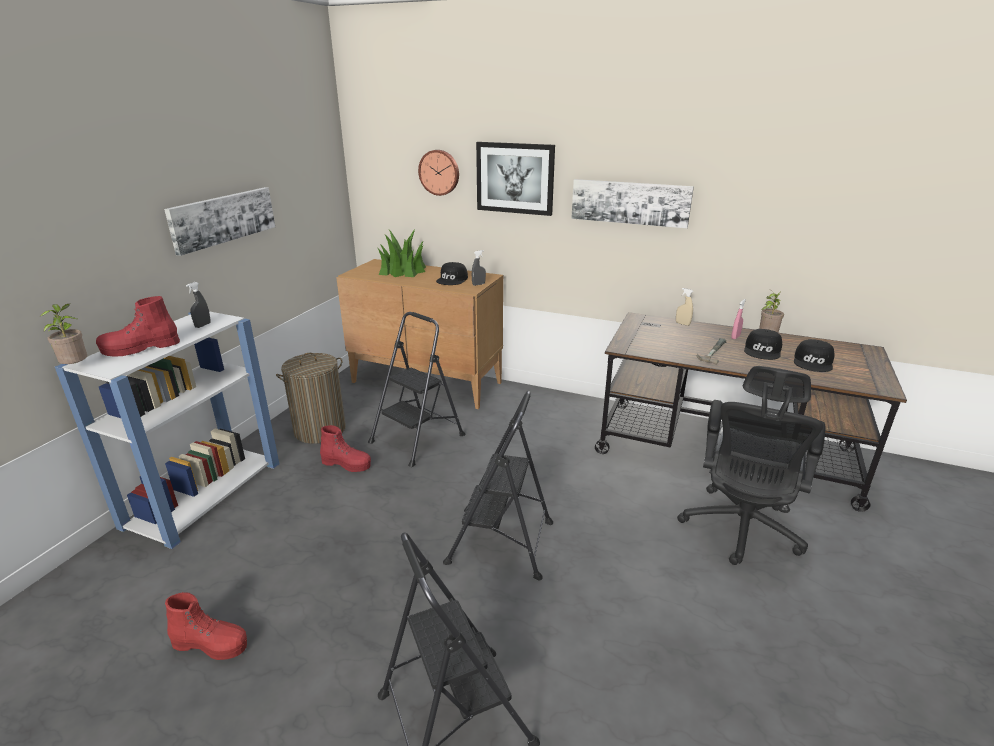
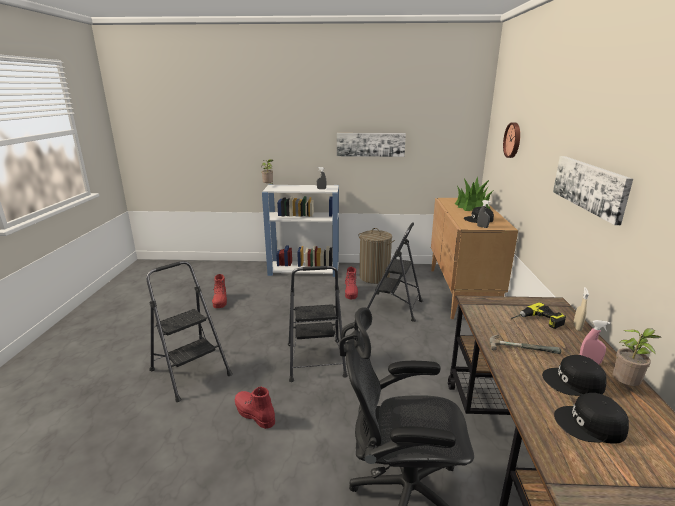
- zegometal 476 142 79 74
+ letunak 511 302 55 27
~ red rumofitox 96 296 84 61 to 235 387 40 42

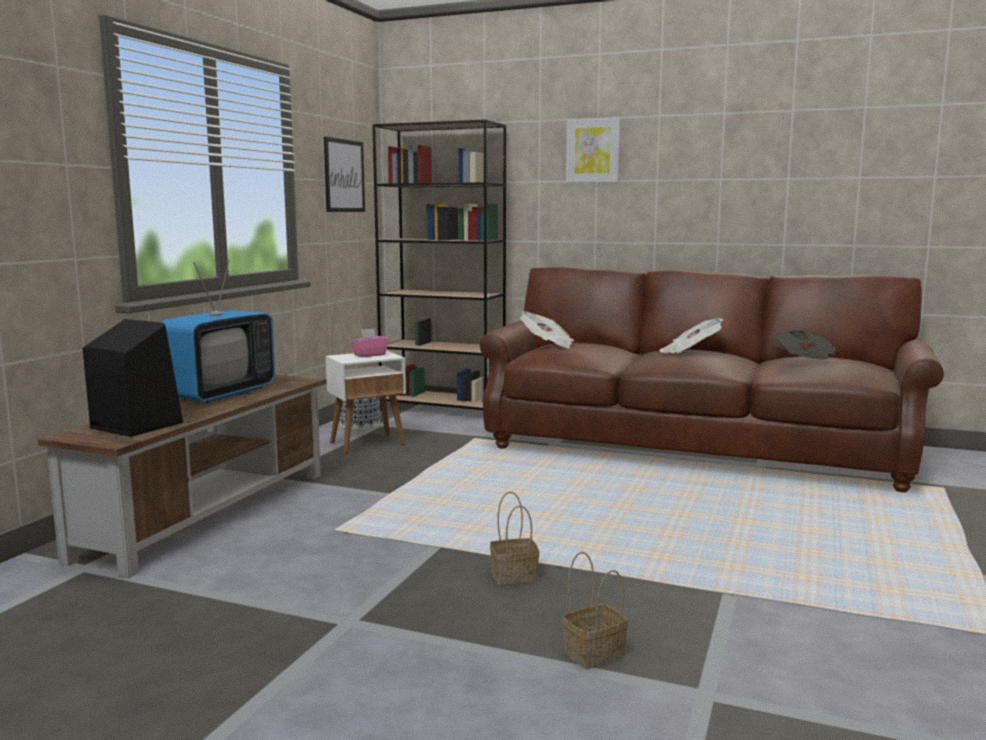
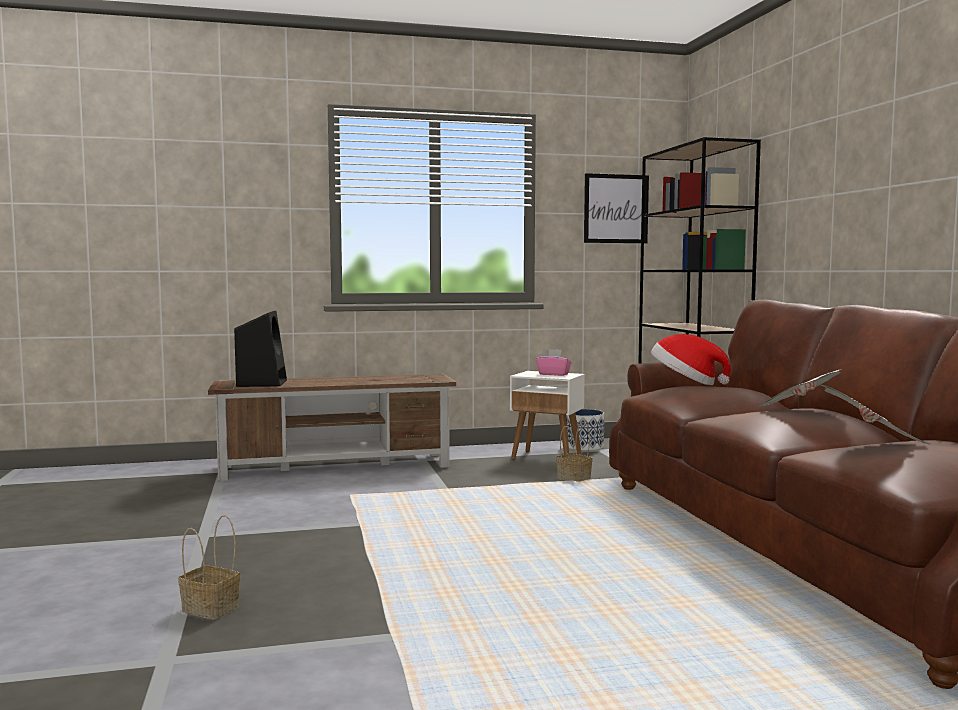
- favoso 161 260 114 143
- zegometal 566 117 55 66
~ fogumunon 490 491 49 94 to 556 422 36 60
~ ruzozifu 520 311 54 37 to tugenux 651 334 80 52

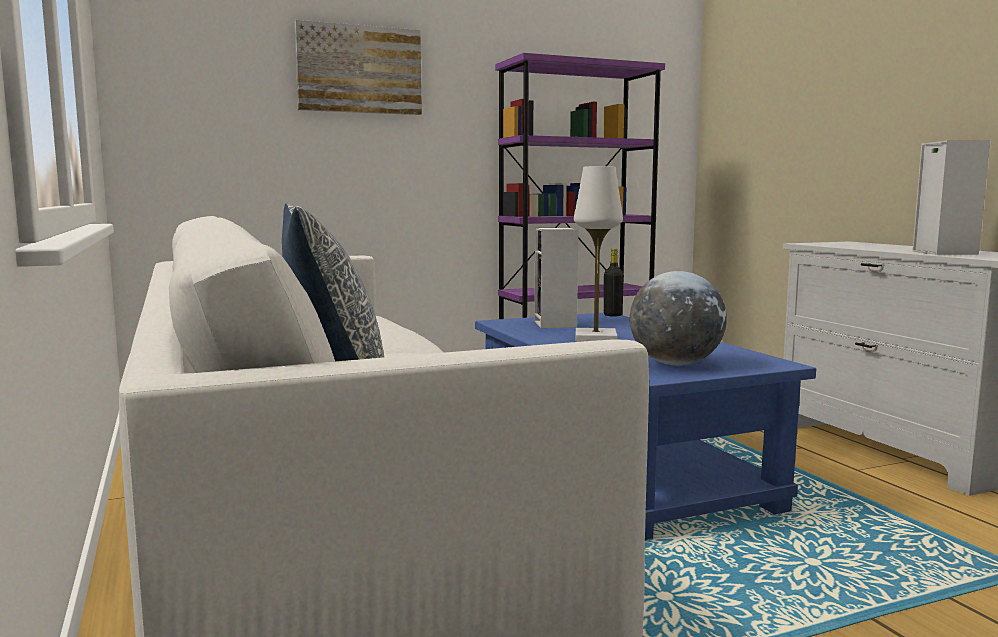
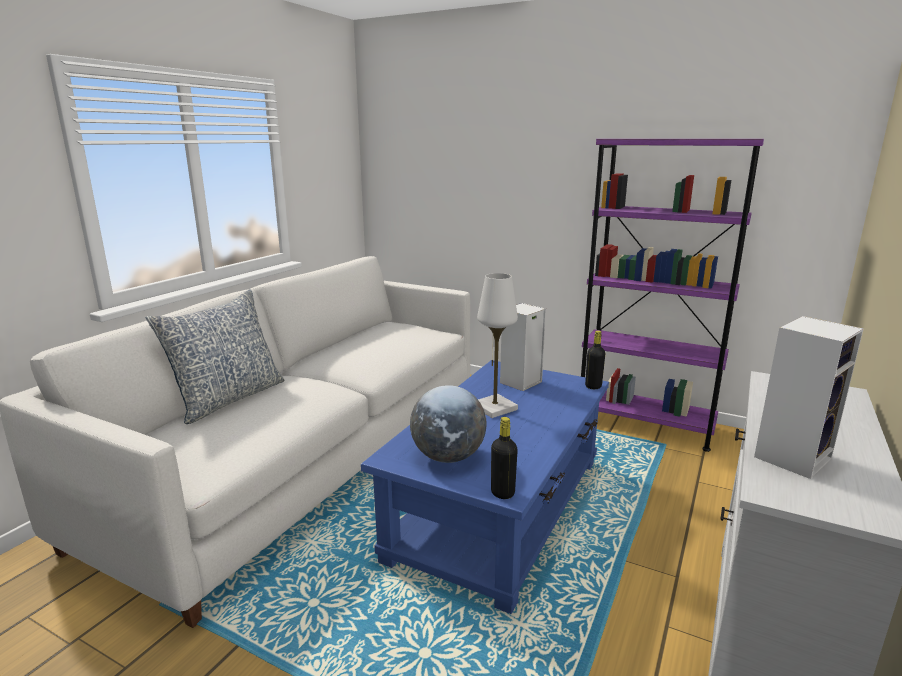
- zegometal 295 20 127 95
+ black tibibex 491 417 27 82

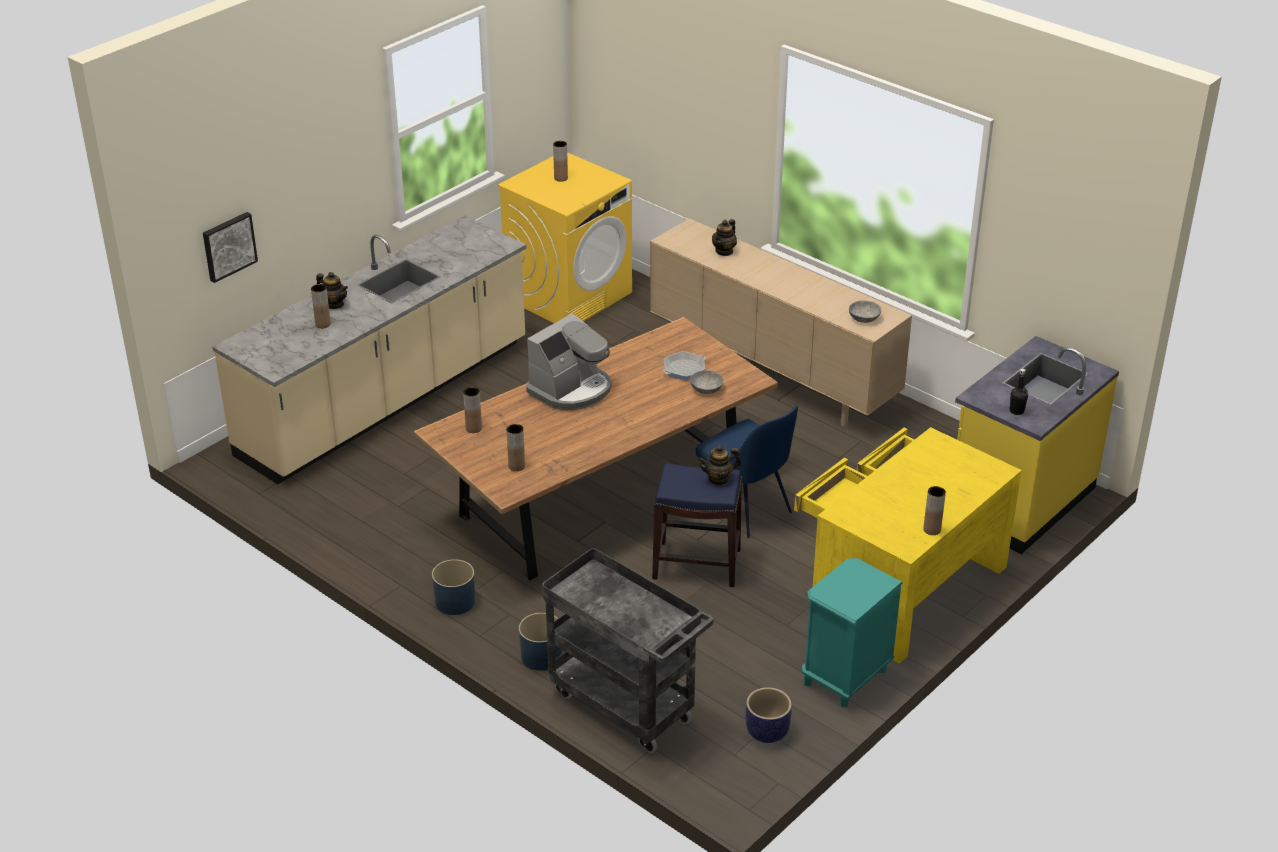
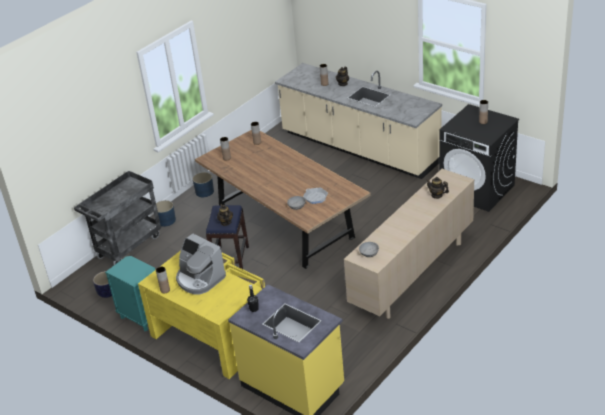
- zegometal 203 212 55 71
- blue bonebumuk 696 405 102 133
~ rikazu 526 313 86 97 to 176 234 50 60
~ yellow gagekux 498 152 134 171 to black gagekux 439 104 80 108

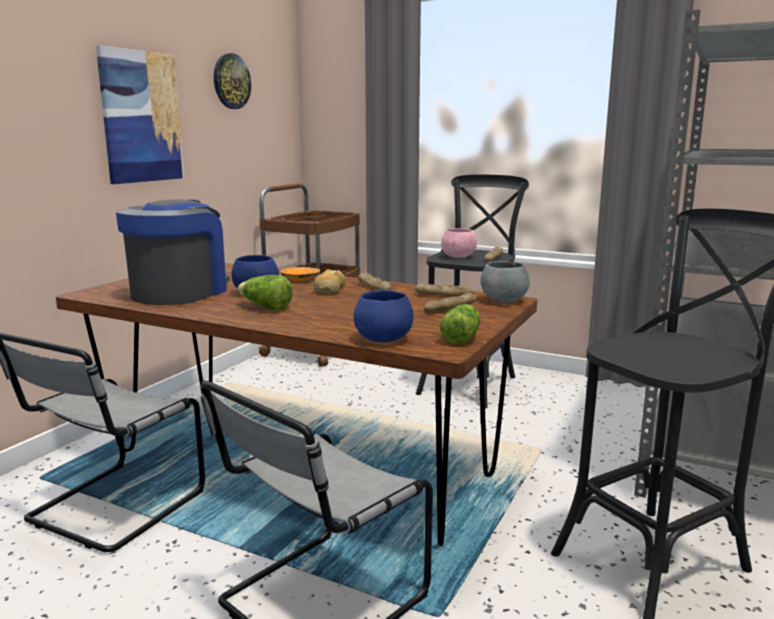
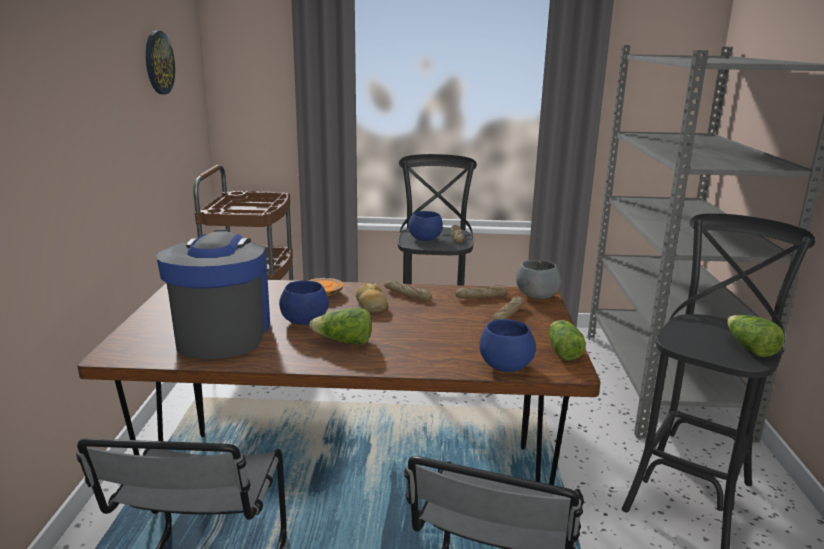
- zegometal 96 45 88 139
+ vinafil 727 315 58 42
~ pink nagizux 441 228 36 30 to blue nagizux 408 211 35 30

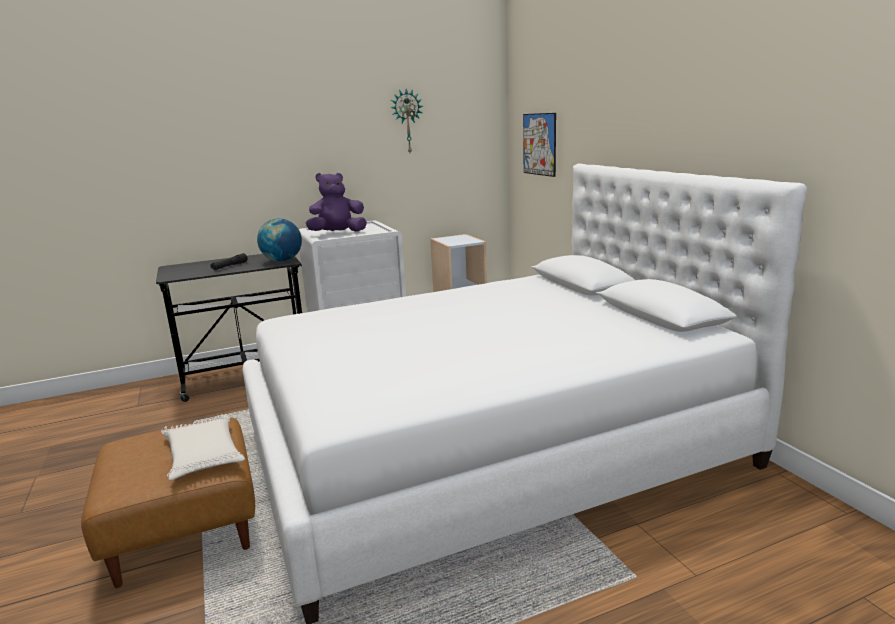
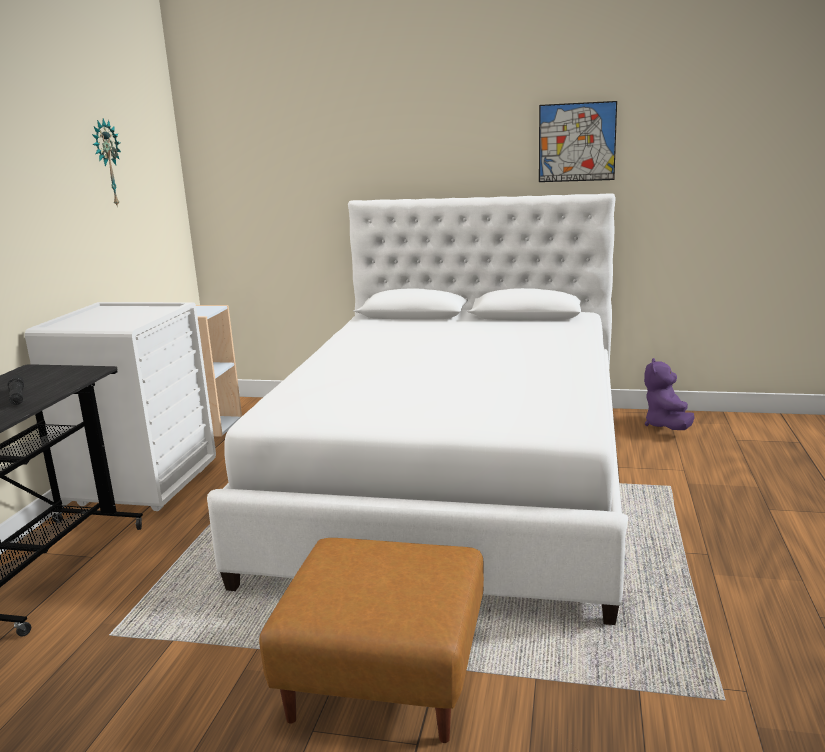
- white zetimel 161 414 84 67
- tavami 257 218 45 44
~ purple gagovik 306 173 61 59 to 644 358 50 72
~ zegometal 523 113 33 64 to 539 101 78 81

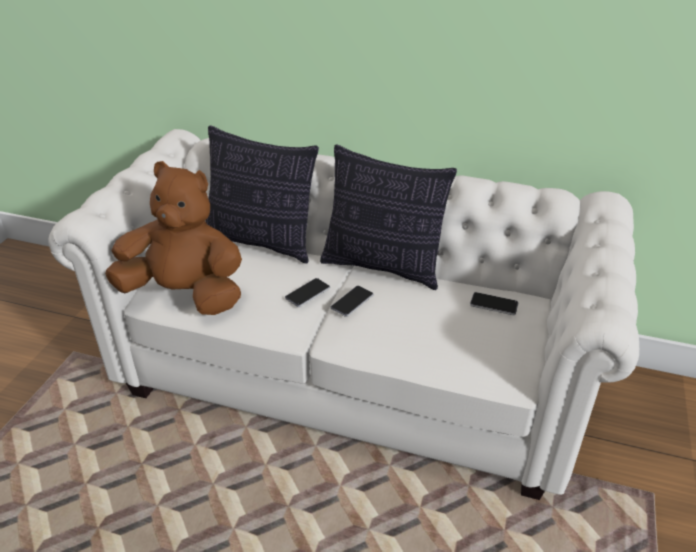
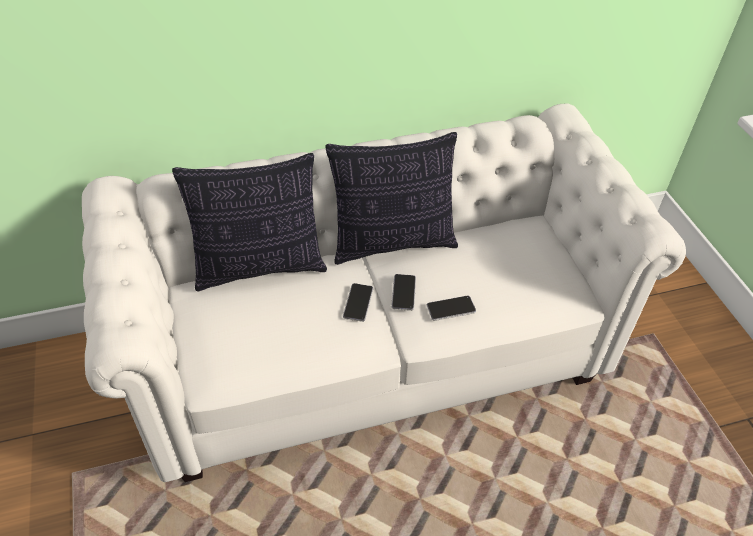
- brown gagovik 105 161 137 154
~ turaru 470 292 48 23 to 426 296 50 25

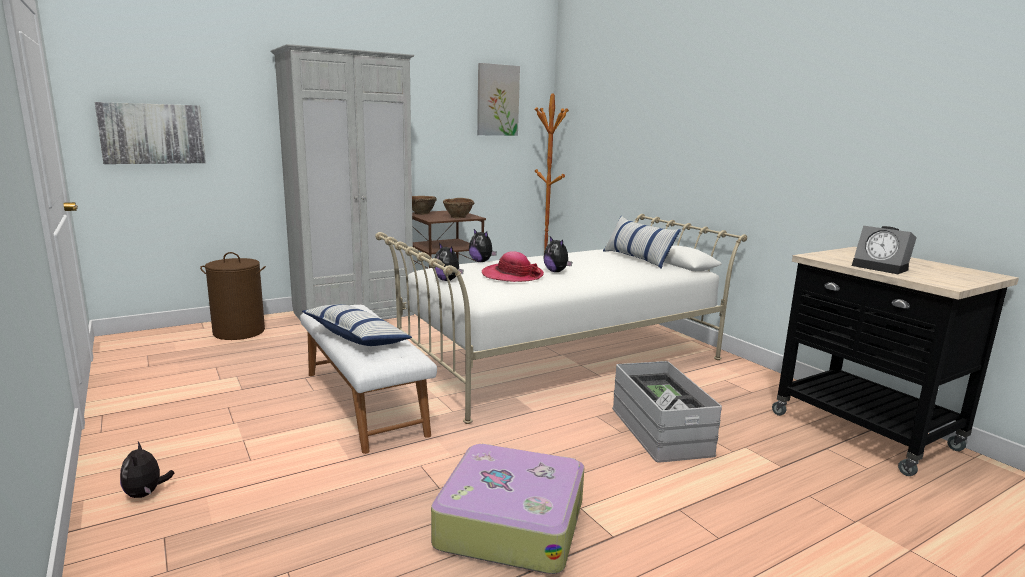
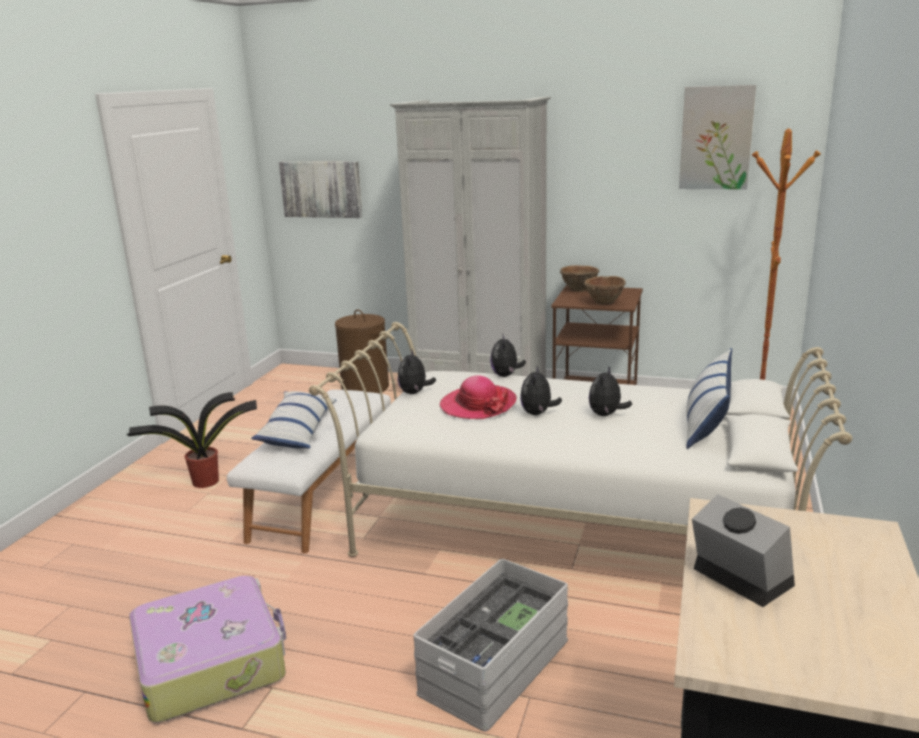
+ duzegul 127 392 130 96
~ gagovik 120 441 54 57 to 589 367 43 49
~ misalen 852 226 65 48 = 692 494 103 113 135 degrees clockwise

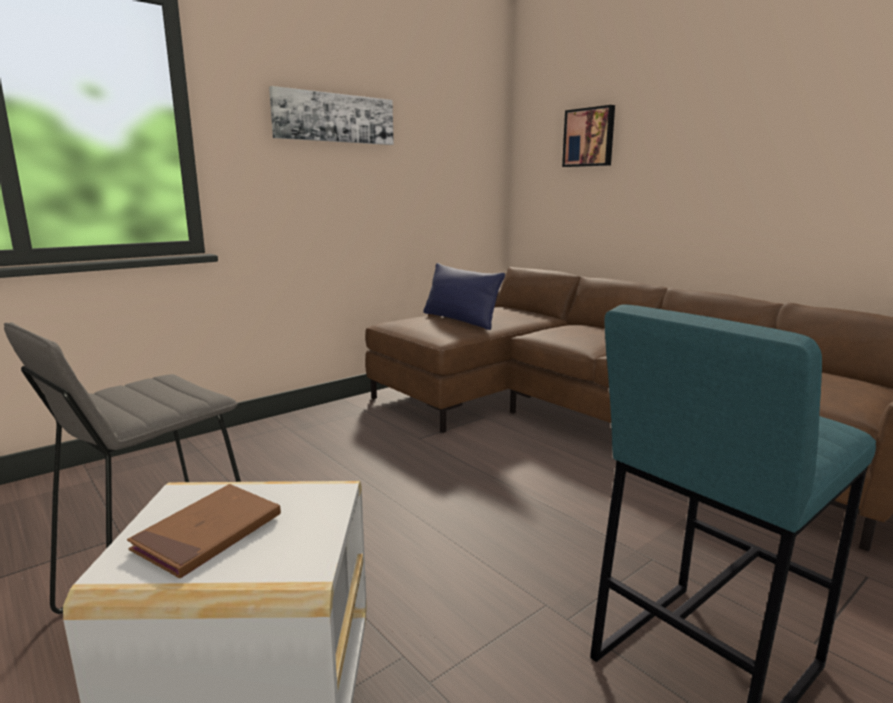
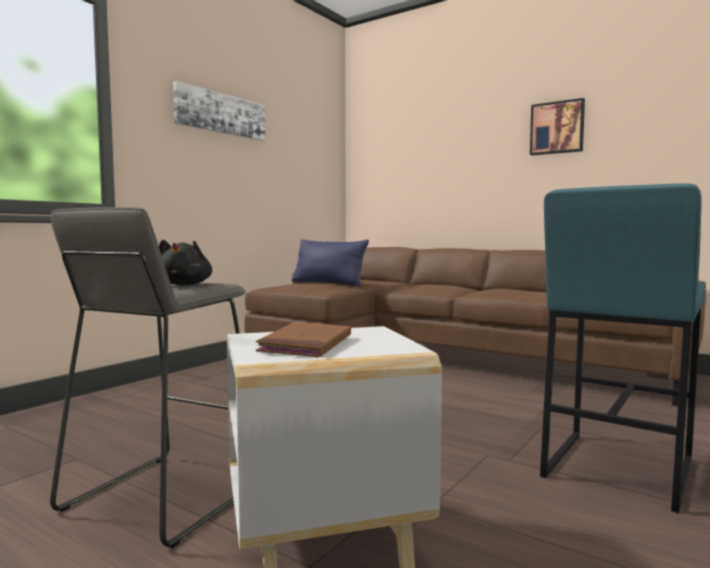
+ black gagovik 159 240 53 46
~ zegometal 562 105 53 62 to 530 98 55 57

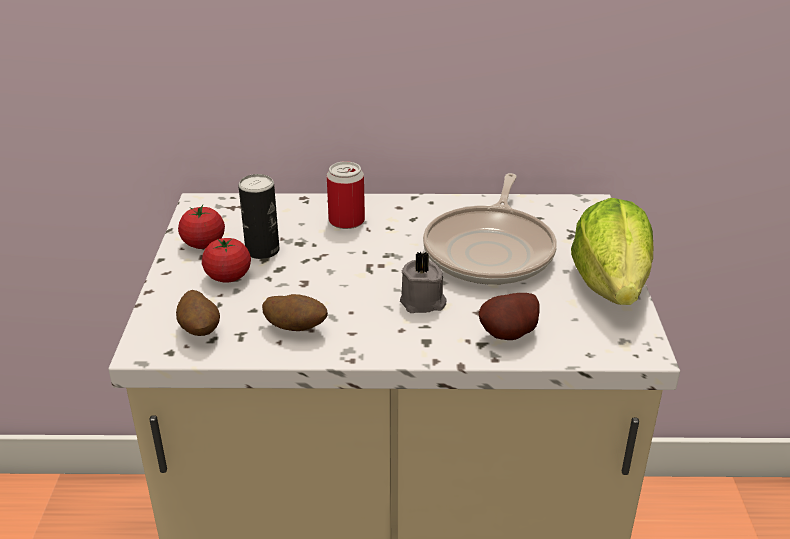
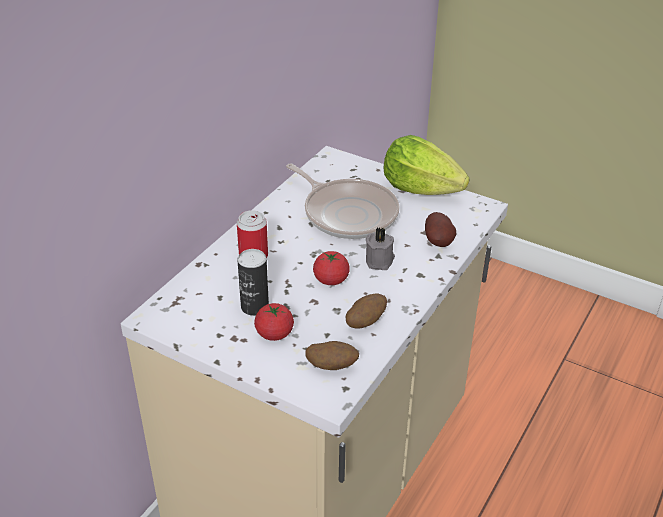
~ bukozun 178 205 47 44 to 313 251 37 34

